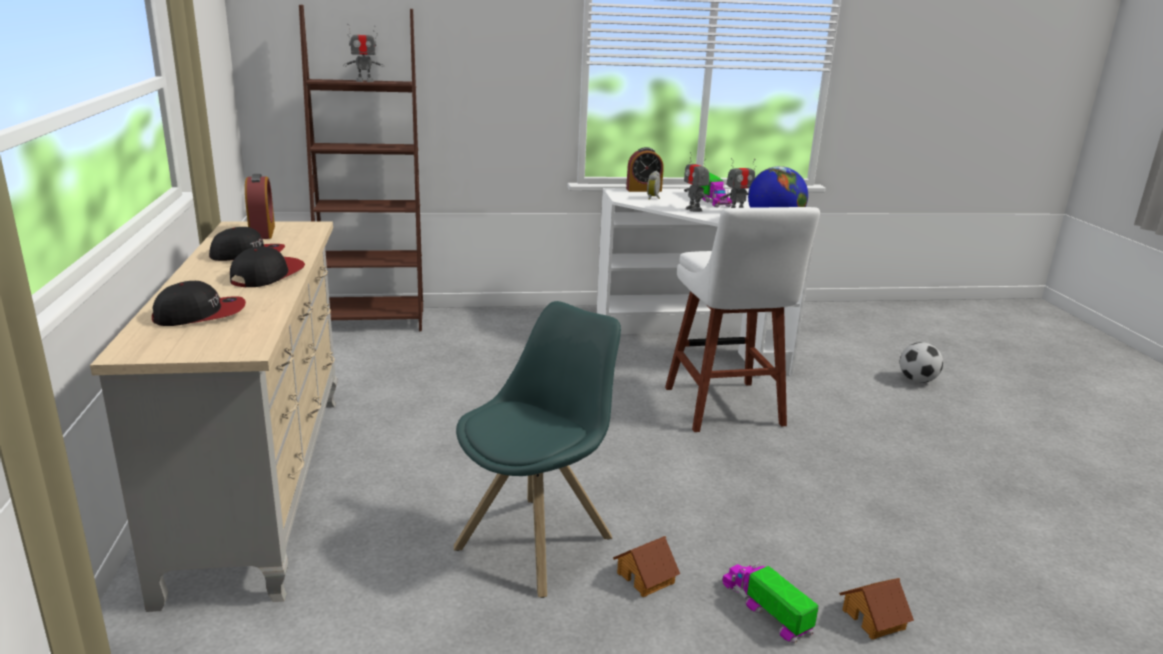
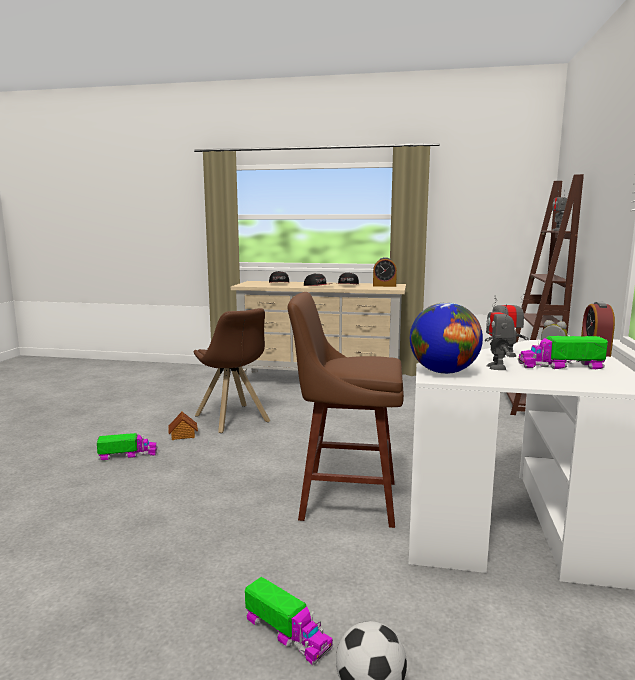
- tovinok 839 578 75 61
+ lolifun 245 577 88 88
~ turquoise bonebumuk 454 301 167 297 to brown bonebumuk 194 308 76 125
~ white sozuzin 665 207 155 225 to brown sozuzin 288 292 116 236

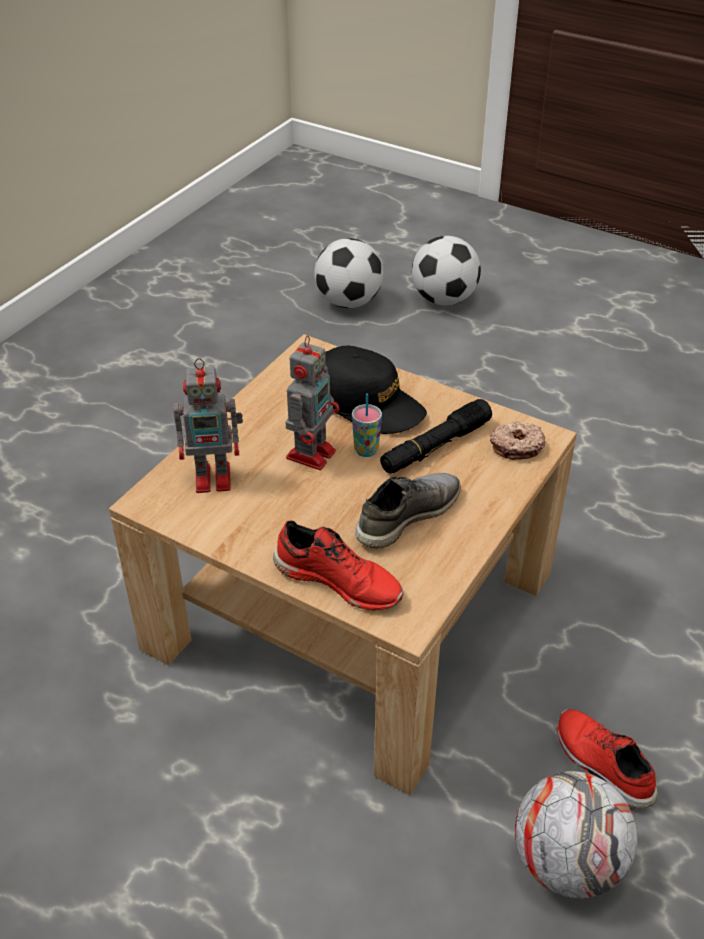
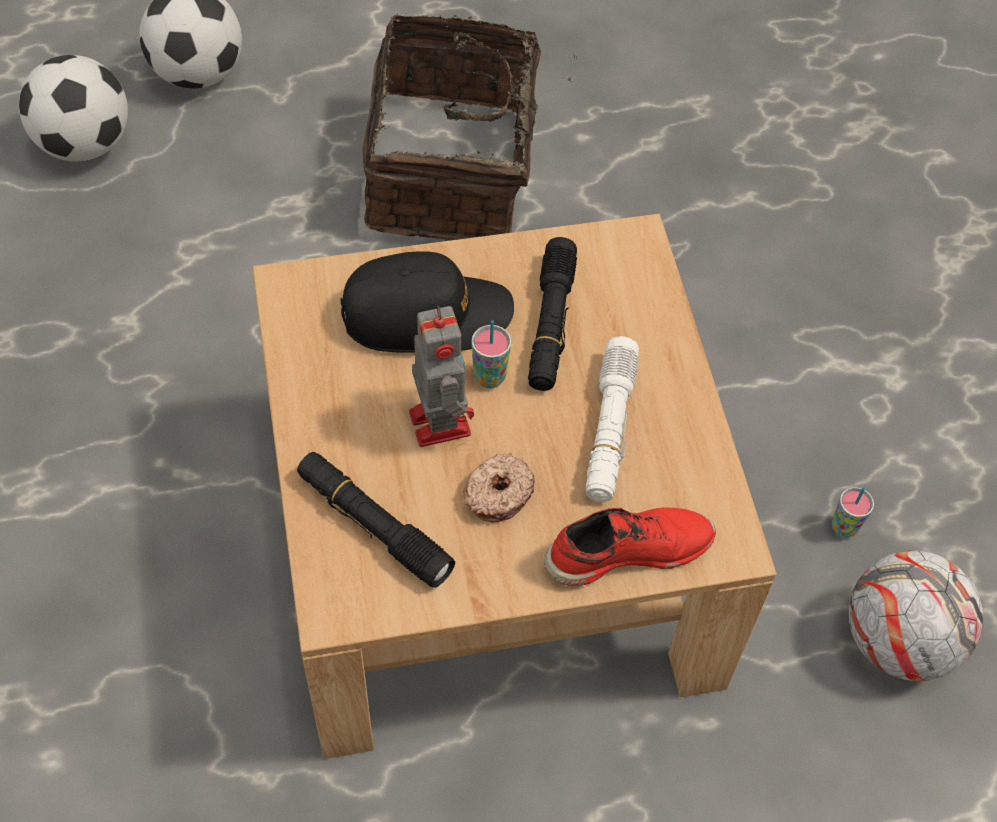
+ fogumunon 362 13 215 228
~ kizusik 490 421 55 39 to 463 453 72 70
~ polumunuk 173 358 70 135 to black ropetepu 297 452 158 136
~ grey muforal 355 473 106 75 to white ropetepu 585 336 54 166
~ red muforal 557 709 101 100 to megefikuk 832 487 42 51

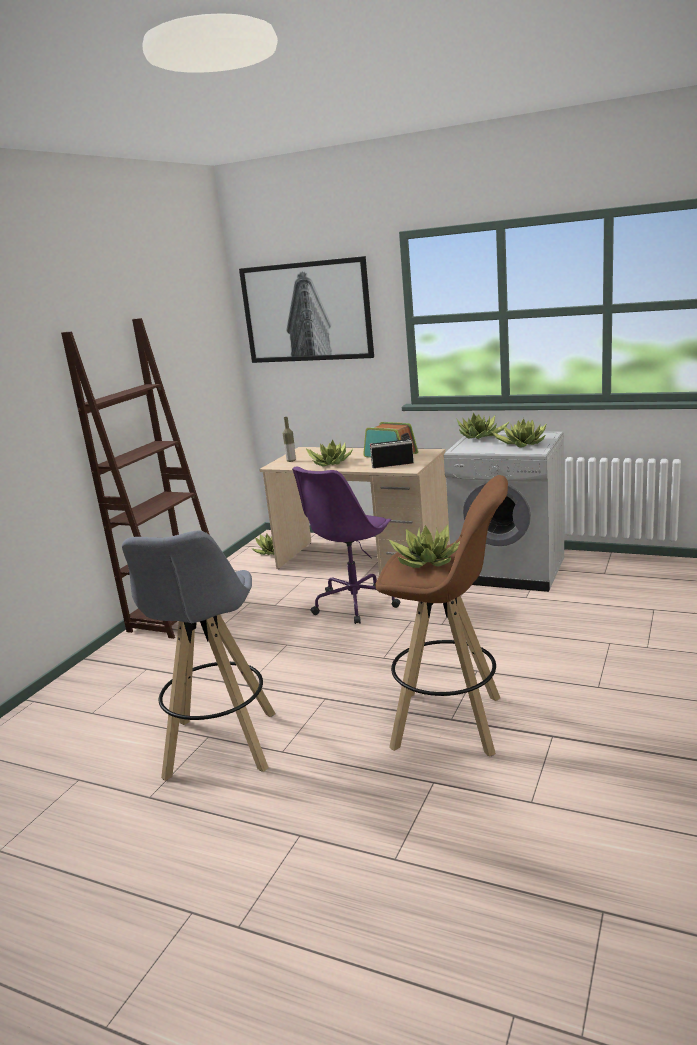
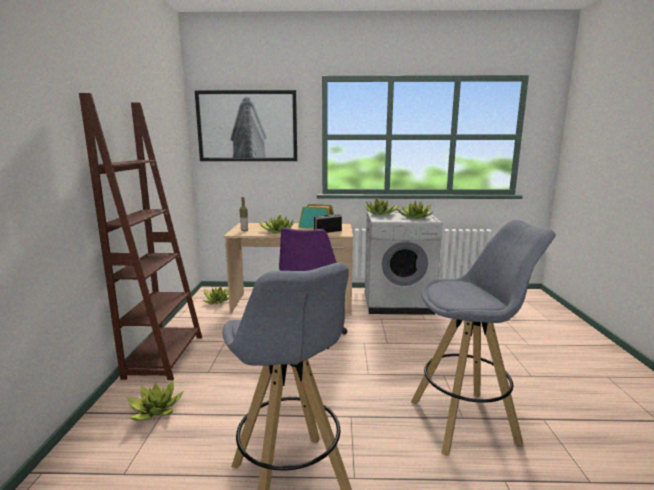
~ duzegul 388 525 72 43 to 126 380 57 41
~ brown sozuzin 375 475 133 282 to grey sozuzin 411 220 145 236

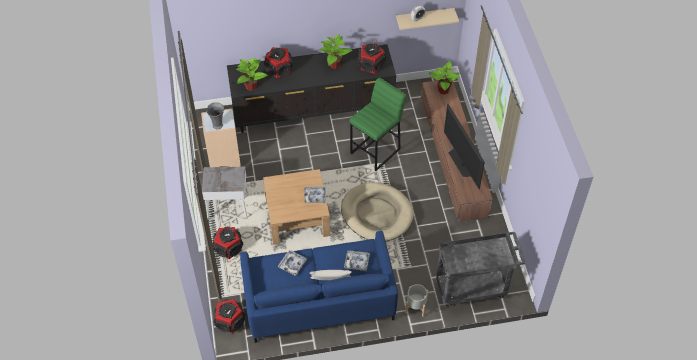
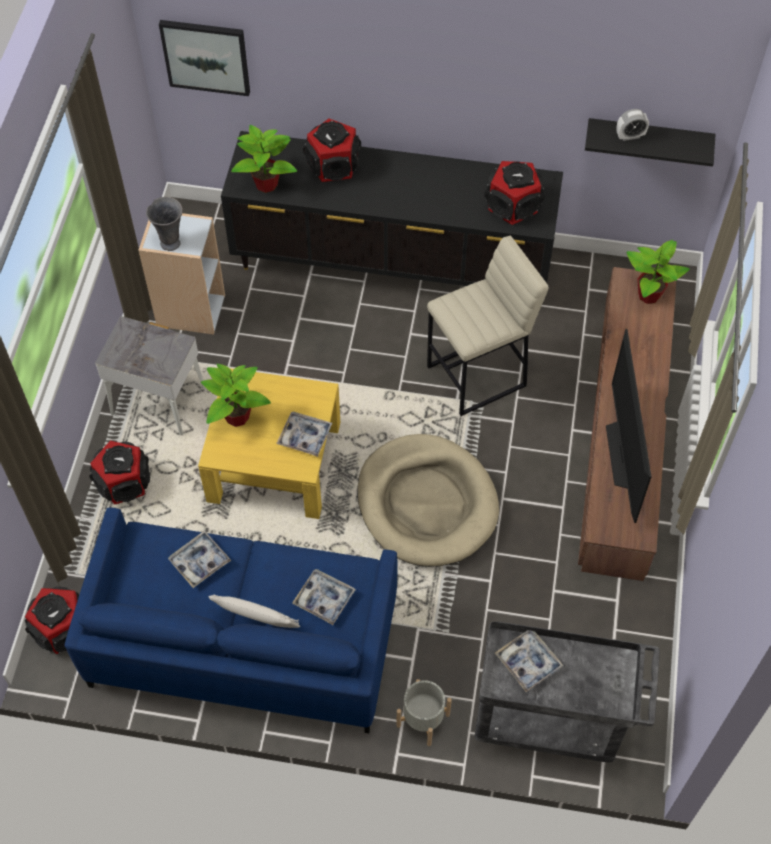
+ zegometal 159 20 91 76
+ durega 495 630 68 62
~ duzegul 319 34 34 35 to 201 364 70 63
~ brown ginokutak 263 169 67 76 to yellow ginokutak 198 368 142 151
~ green sozuzin 349 77 57 94 to beige sozuzin 427 236 121 180
~ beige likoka 396 8 63 22 to black likoka 585 118 131 49

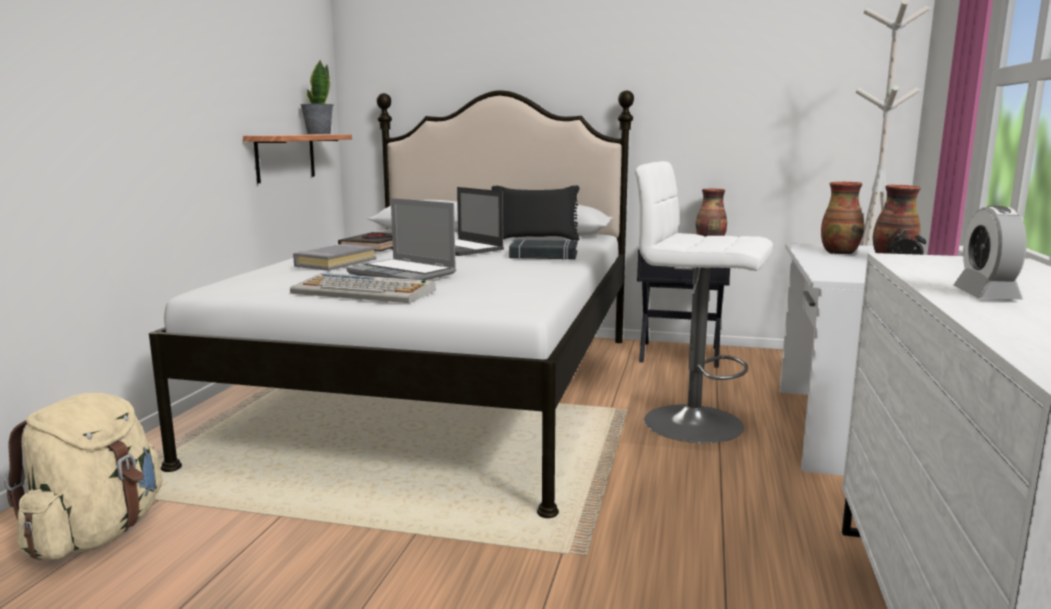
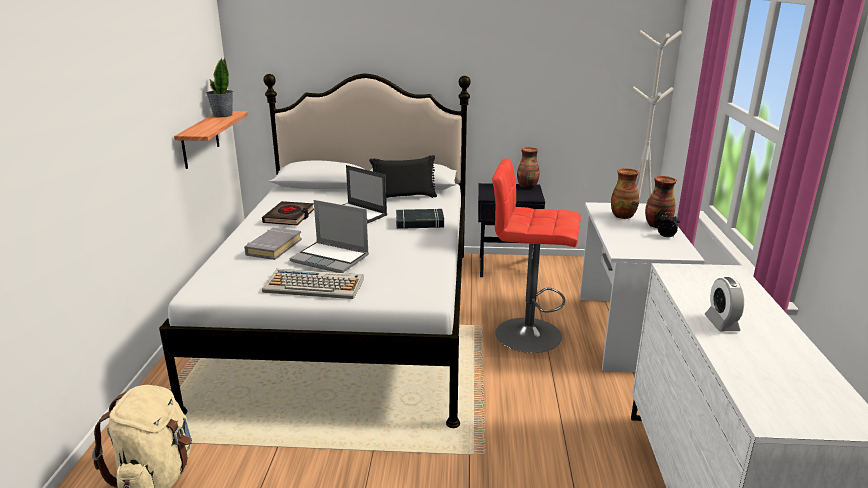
~ white sozuzin 635 161 138 282 to red sozuzin 492 158 89 195

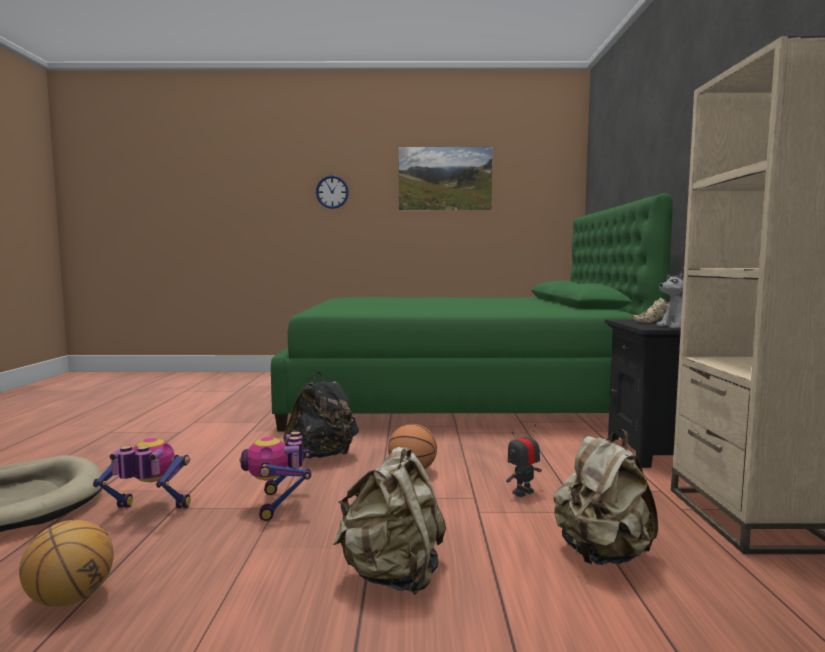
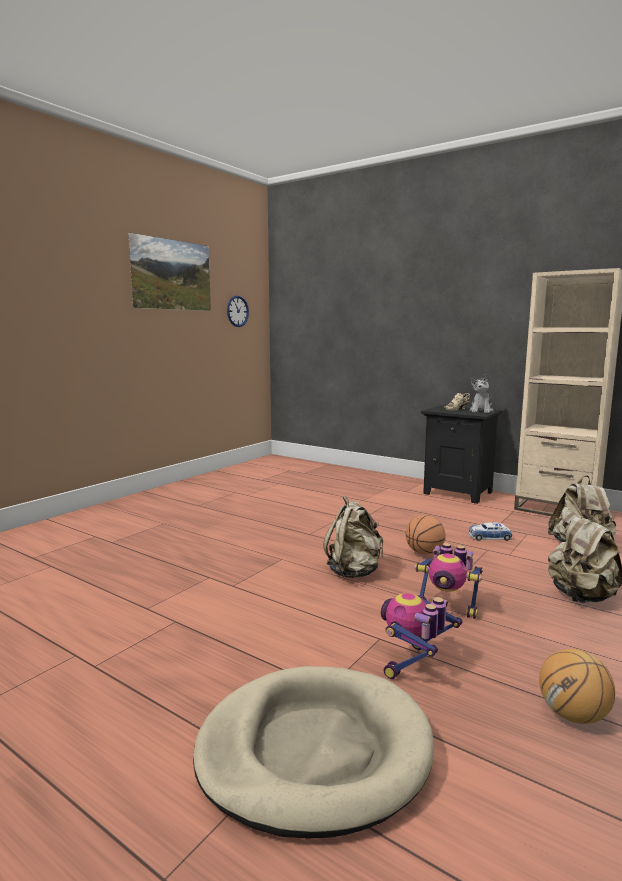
- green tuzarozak 271 193 402 239
~ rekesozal 316 175 33 34 to 227 296 22 31
~ polumunuk 506 425 36 72 to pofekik 468 522 44 19
~ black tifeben 283 372 76 87 to beige tifeben 324 495 59 83

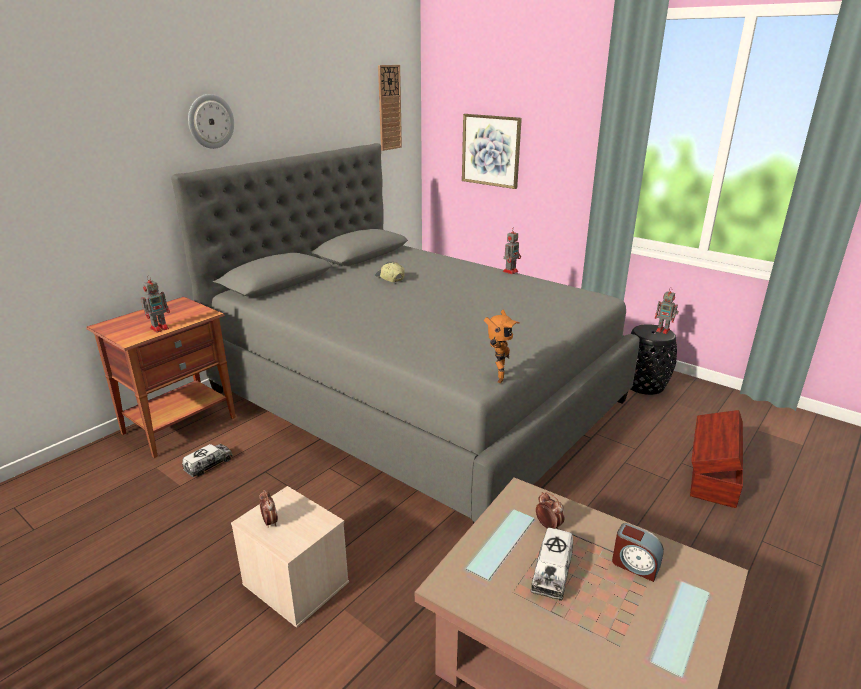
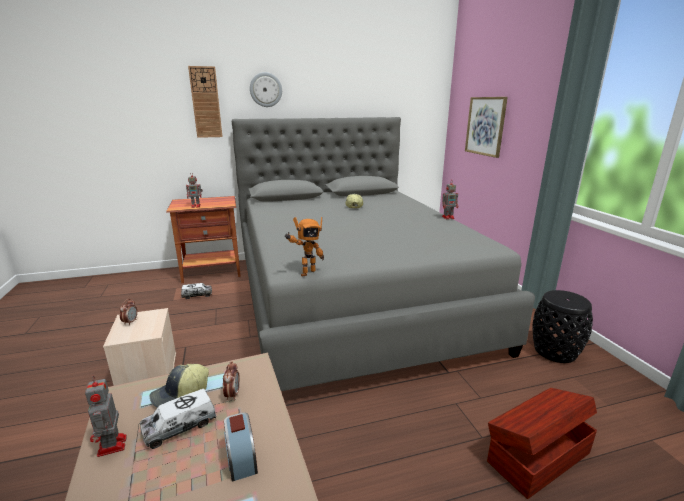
+ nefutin 150 364 59 44
~ rekesozal 378 65 24 86 to 188 66 35 72
~ polumunuk 655 288 24 46 to 85 376 42 81

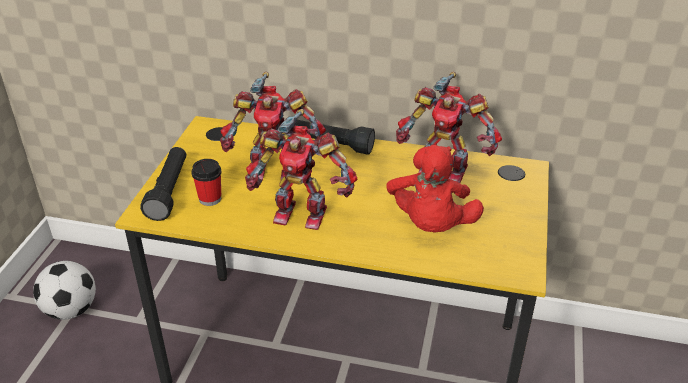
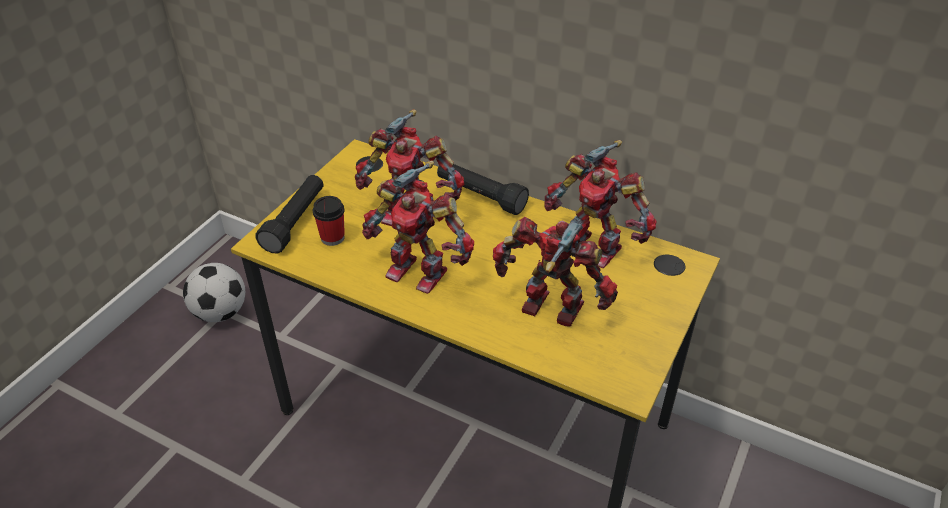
~ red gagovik 386 145 98 88 to polumunuk 493 217 125 109

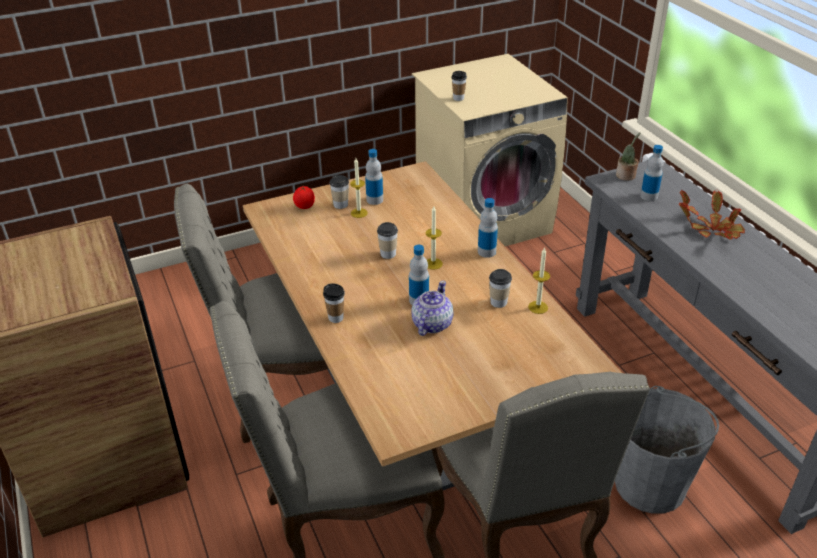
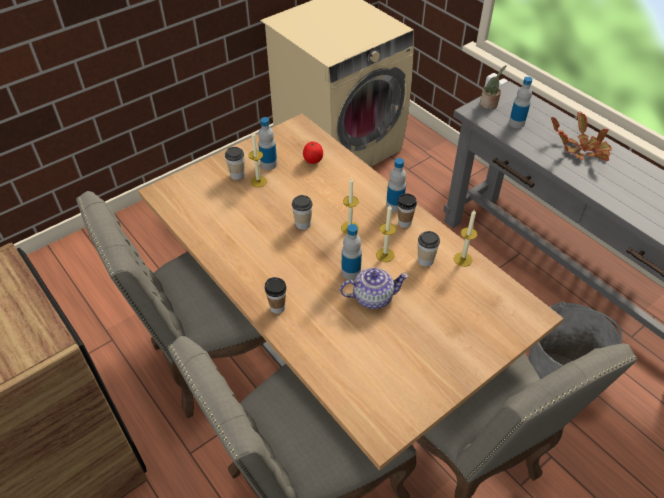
+ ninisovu 376 205 20 57
~ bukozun 293 186 22 23 to 303 141 20 23
~ megefikuk 451 71 16 30 to 397 193 20 35
~ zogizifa 411 281 43 55 = 340 268 69 41 75 degrees clockwise

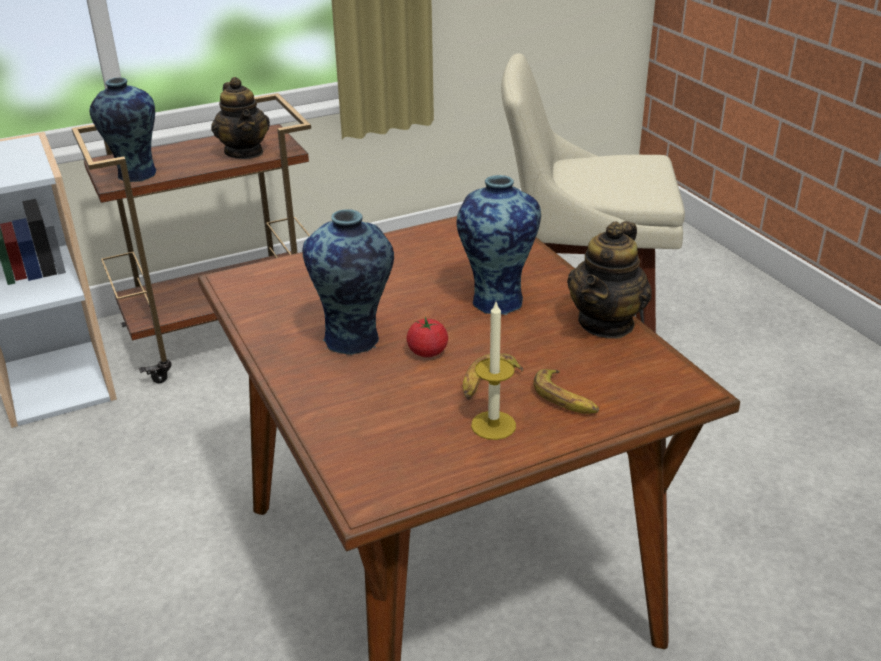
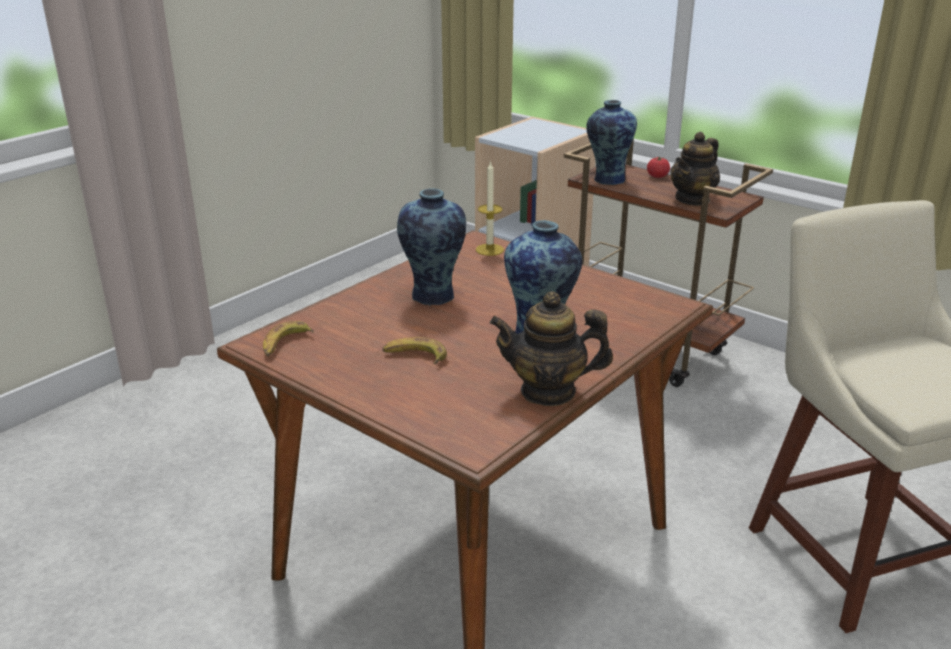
~ bukozun 407 317 41 40 to 647 157 23 21
~ ninisovu 471 302 45 138 to 476 160 28 96
~ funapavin 533 369 66 45 to 263 321 51 36

